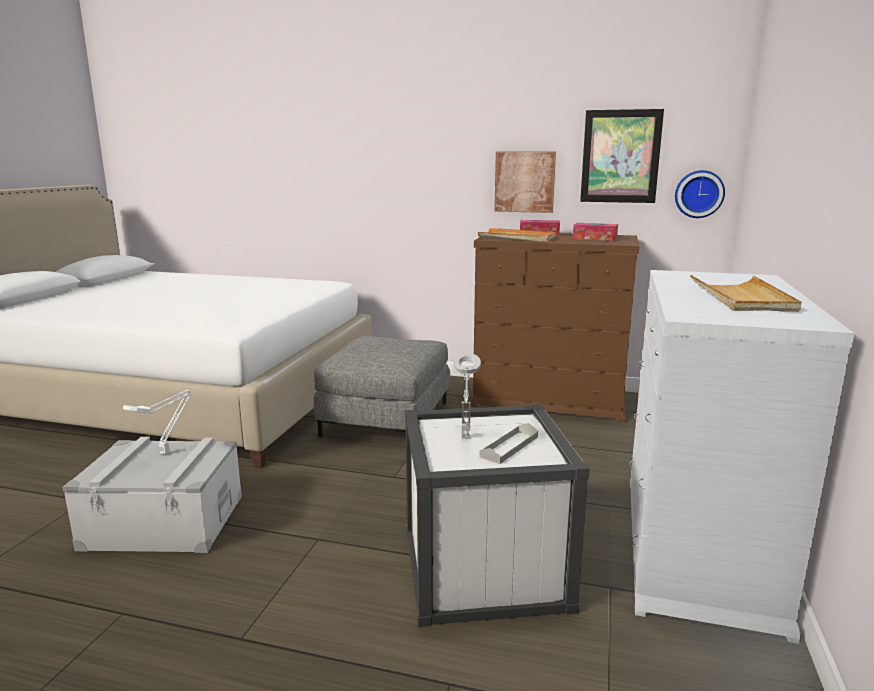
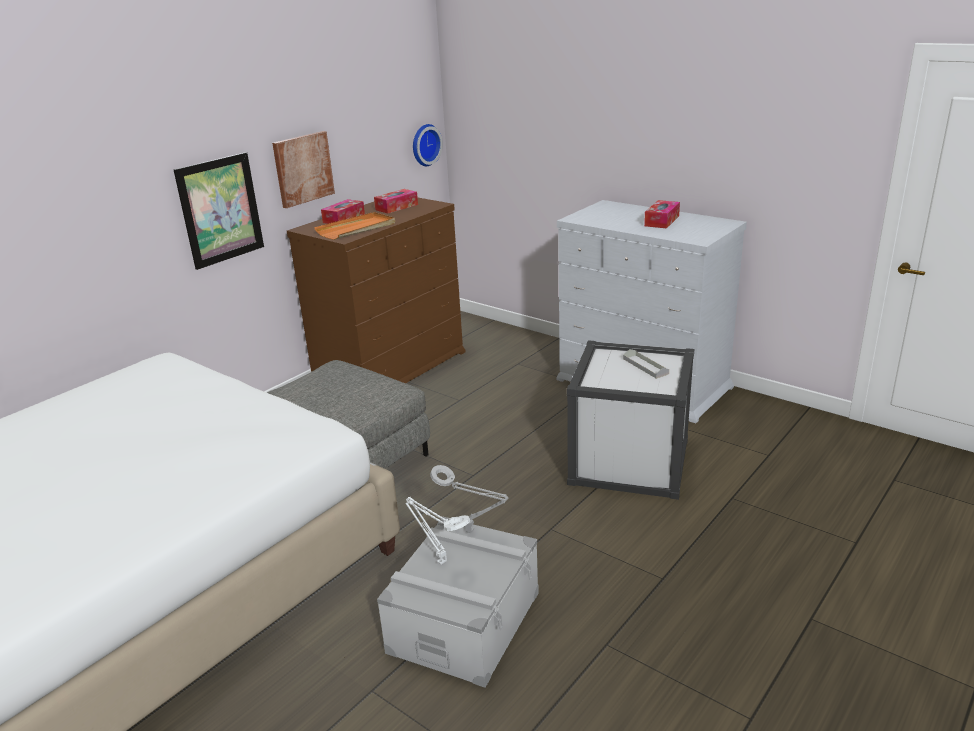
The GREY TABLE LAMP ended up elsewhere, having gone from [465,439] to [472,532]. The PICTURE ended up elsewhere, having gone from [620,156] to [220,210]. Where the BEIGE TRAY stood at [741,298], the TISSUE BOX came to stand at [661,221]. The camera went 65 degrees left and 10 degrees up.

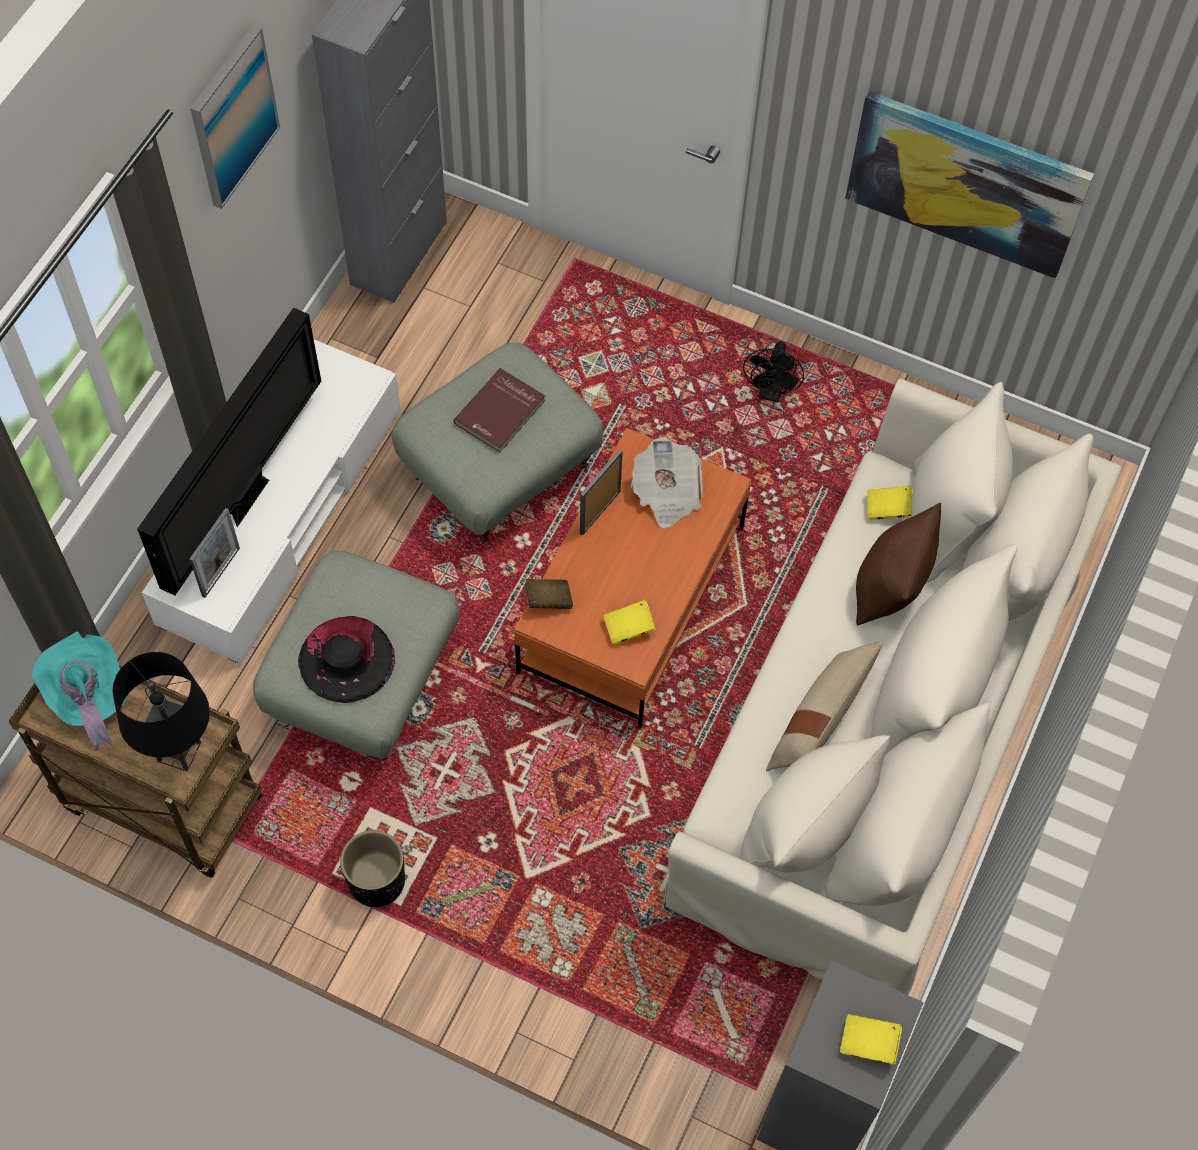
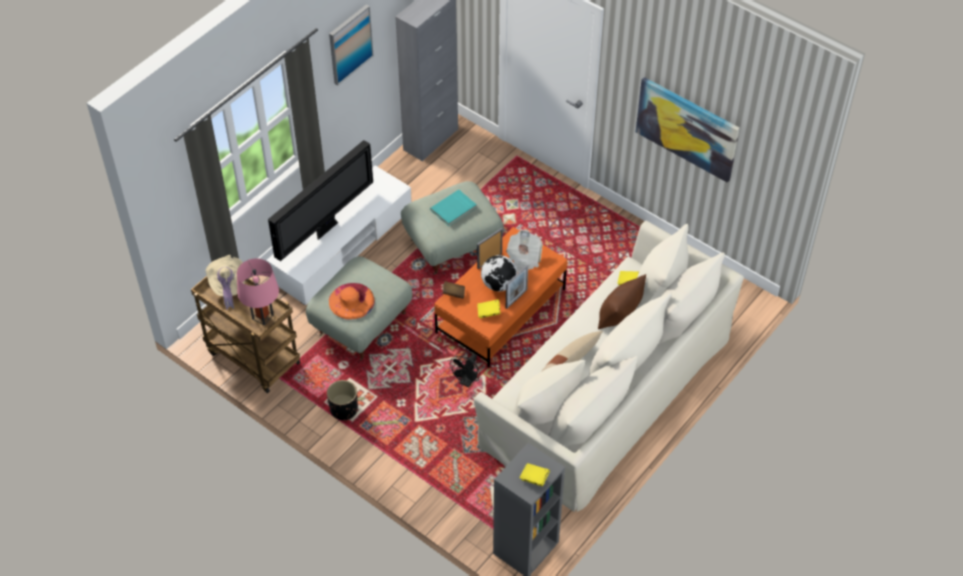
What was the TURQUOISE HAT at [88,698] turned into the BEIGE HAT at [228,288]. What was the BLACK TABLE LAMP at [179,751] turned into the PINK TABLE LAMP at [262,316]. The PICTURE FRAME ended up elsewhere, having gone from [221,572] to [516,299]. What was the BLACK HAT at [346,659] turned into the ORANGE HAT at [351,301]. What was the RED BOOK at [501,413] turned into the TURQUOISE BOOK at [454,209]. The BLACK FAN ended up elsewhere, having gone from [771,392] to [467,381]. The second view gained the GLOBE at [499,284]. The camera went 15 degrees right and 10 degrees down.

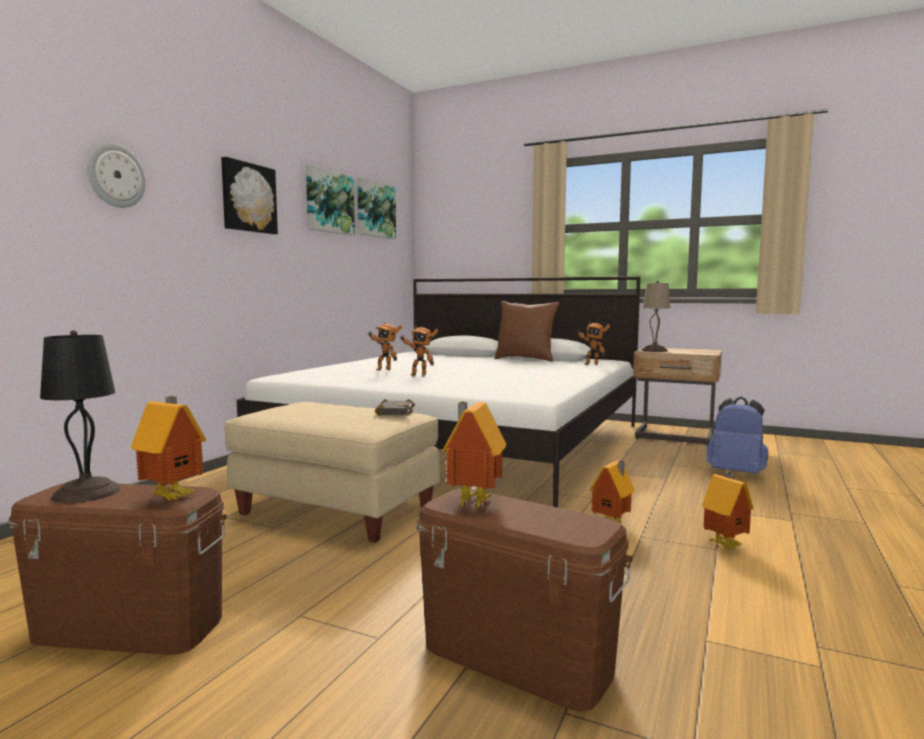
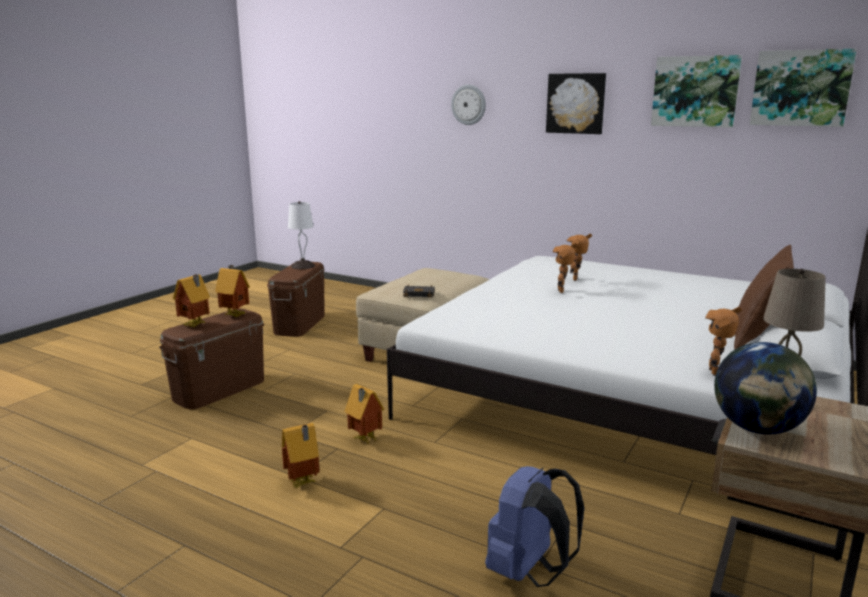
What was the BLACK TABLE LAMP at [86,492] turned into the WHITE TABLE LAMP at [303,266]. The TOY HOUSE ended up elsewhere, having gone from [174,496] to [195,325]. The second view gained the GLOBE at [757,429]. The camera went 95 degrees right and 10 degrees up.

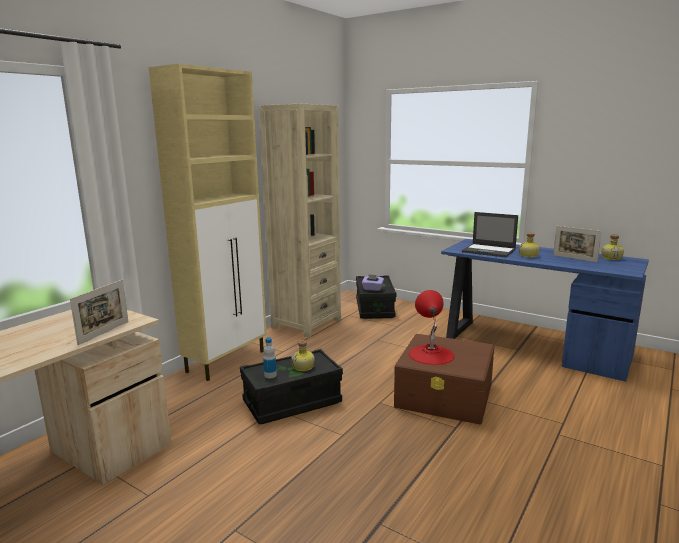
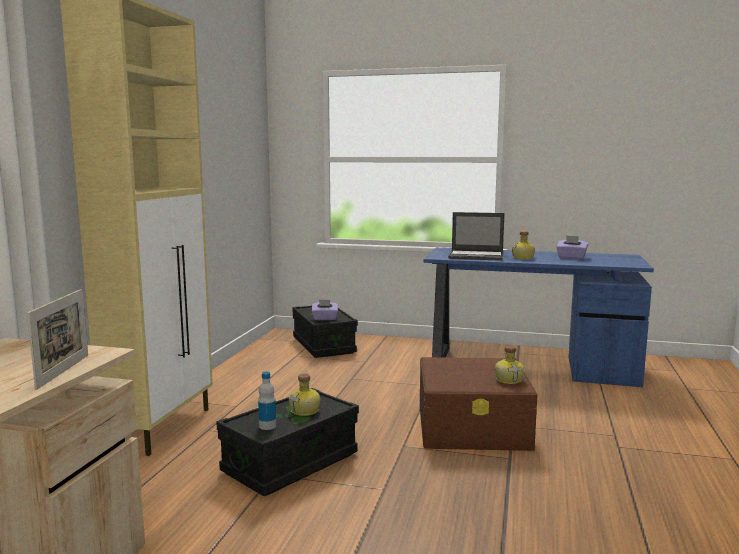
The second view lost the BEIGE BOOKCASE at [306,323]. The second view lost the RED TABLE LAMP at [431,354]. Where the PICTURE FRAME stood at [574,258], the PURPLE TISSUE BOX came to stand at [571,257]. The BOTTLE ended up elsewhere, having gone from [611,258] to [509,380]. The camera went 20 degrees left and 5 degrees down.

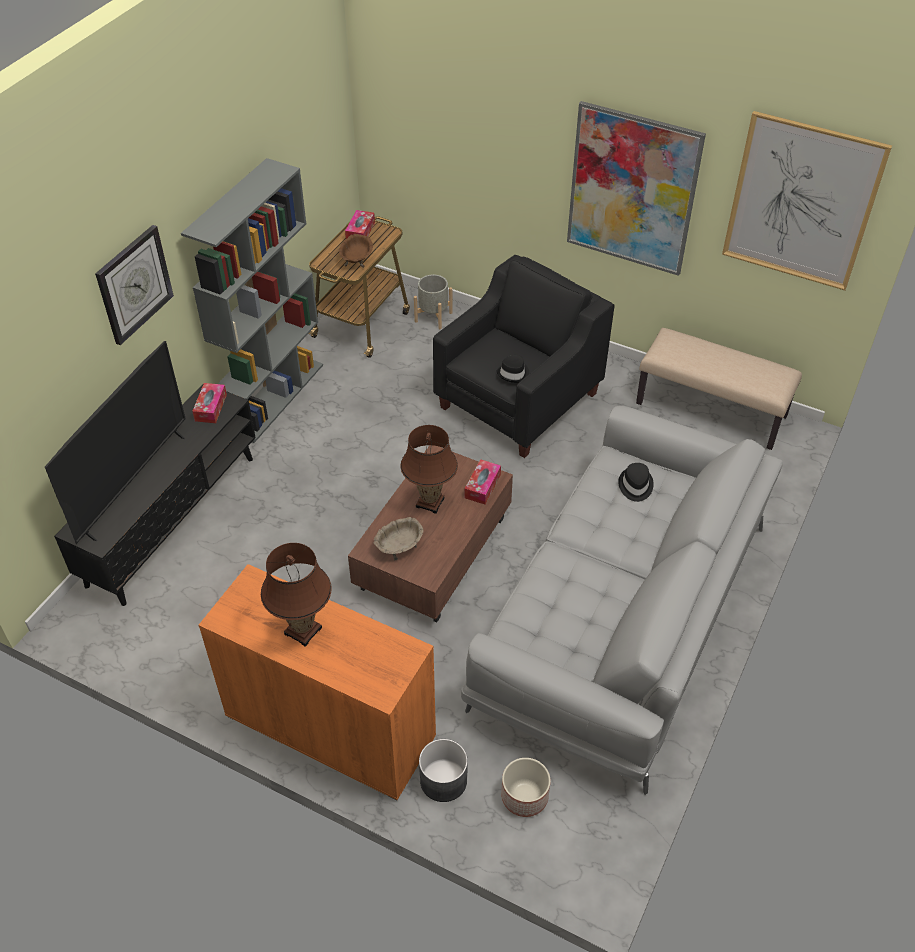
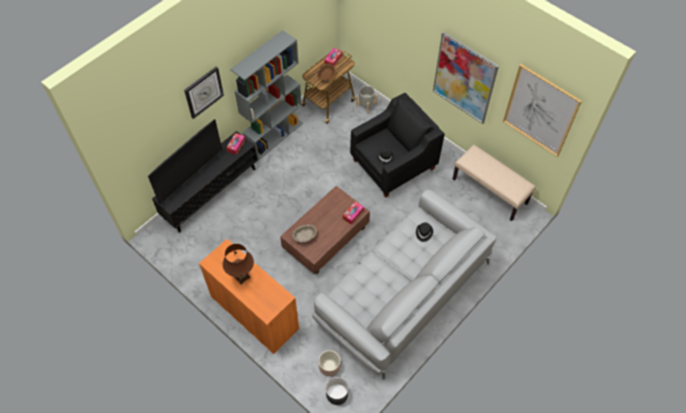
The second view lost the BROWN TABLE LAMP at [430,502]. The GREY PLANTER ended up elsewhere, having gone from [443,780] to [337,394]. The camera went 15 degrees right and 10 degrees up.

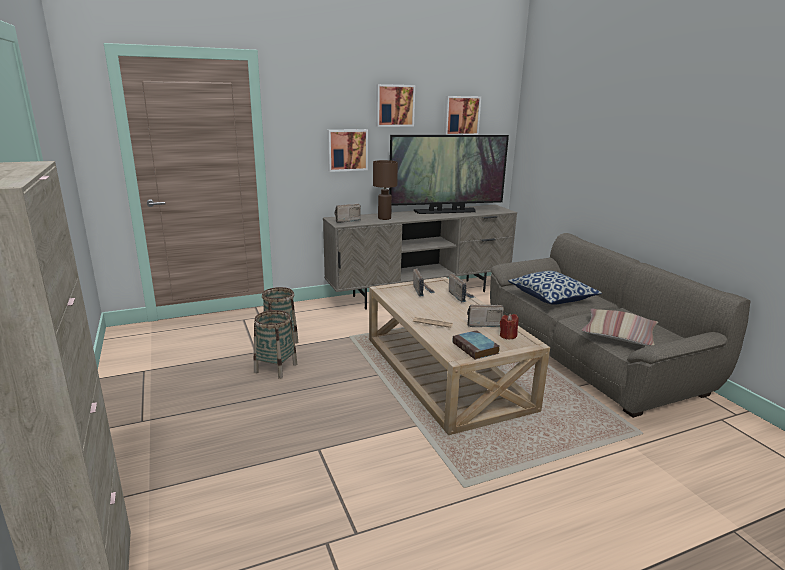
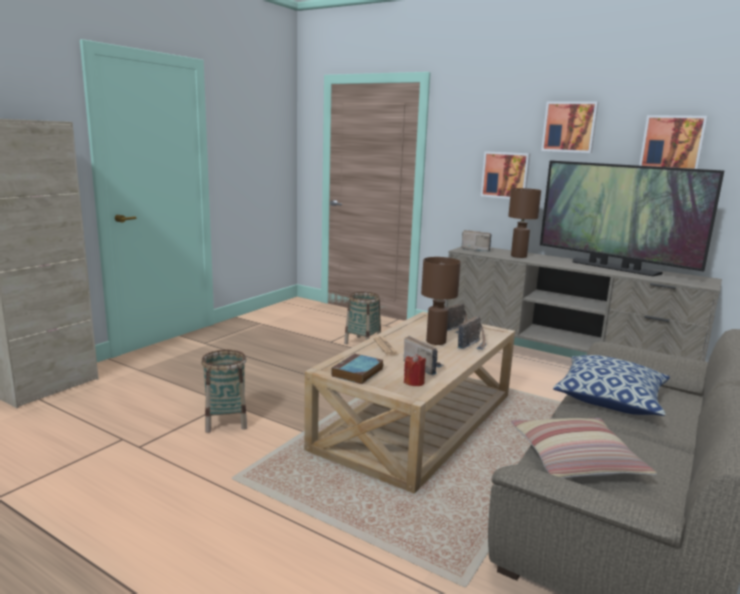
The BASKET ended up elsewhere, having gone from [276,368] to [226,421]. The second view gained the BROWN TABLE LAMP at [436,341]. The camera went 55 degrees right and 5 degrees down.

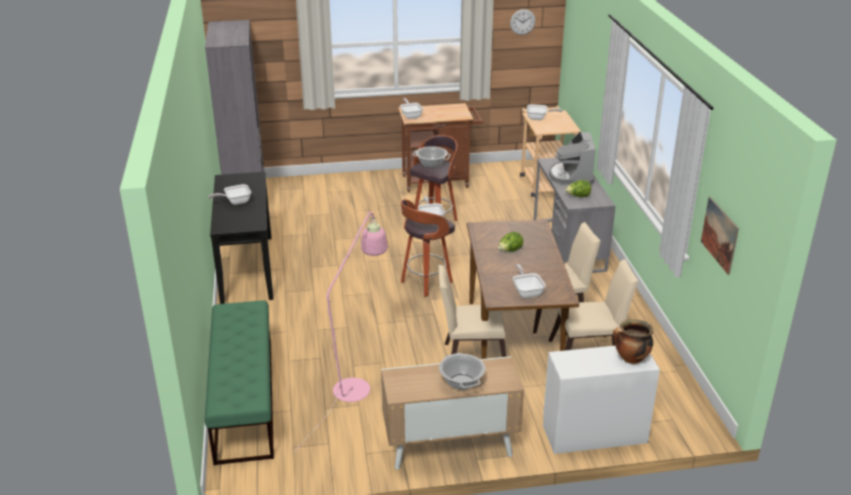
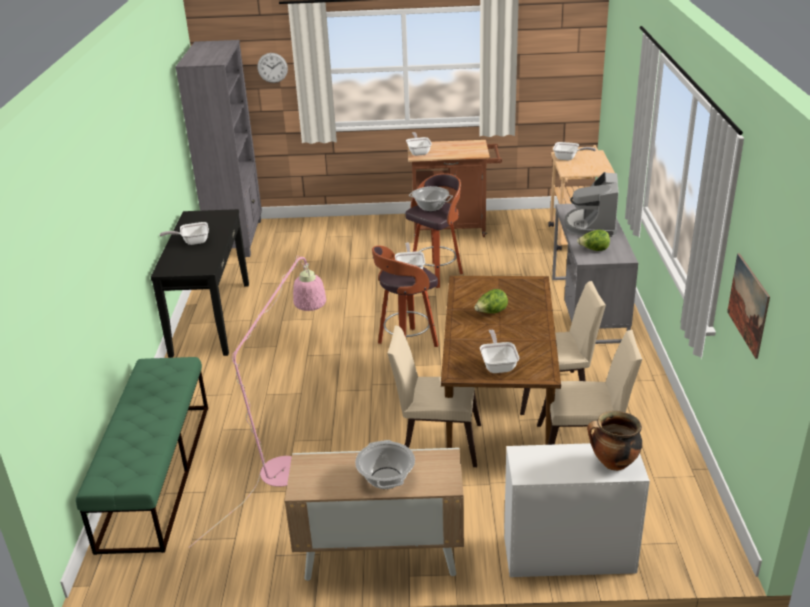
The WALL CLOCK ended up elsewhere, having gone from [522,22] to [272,67]. The camera went 10 degrees right and 0 degrees up.

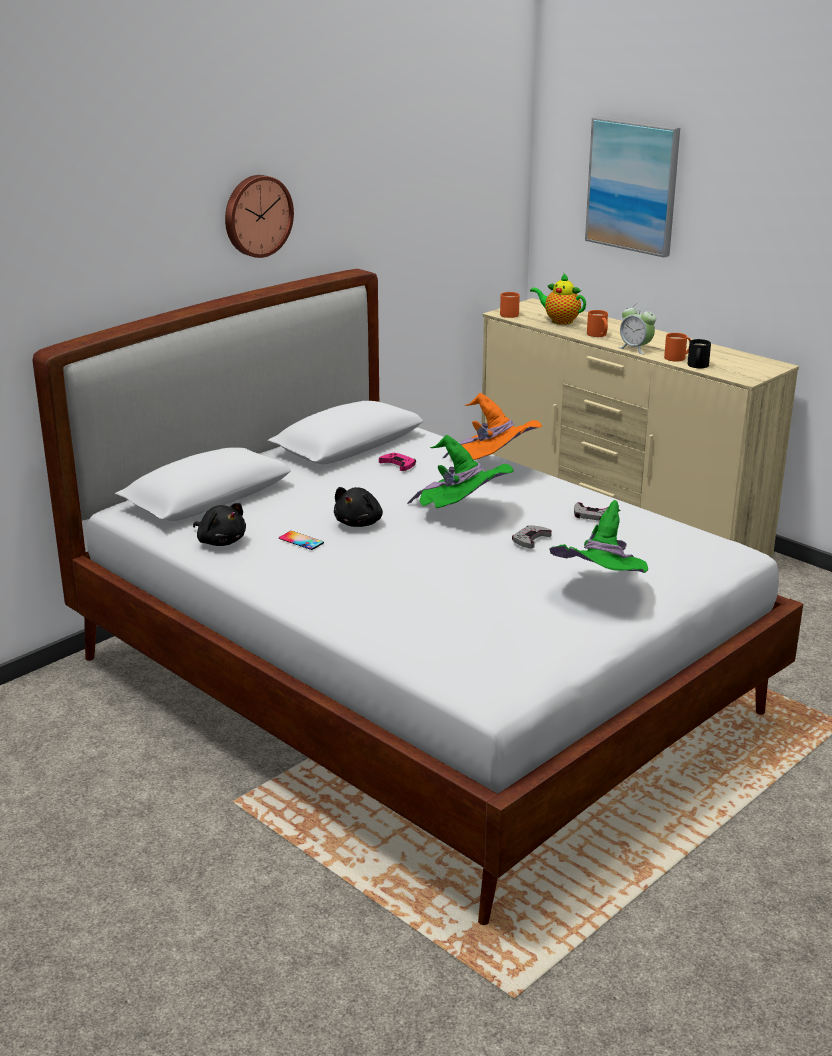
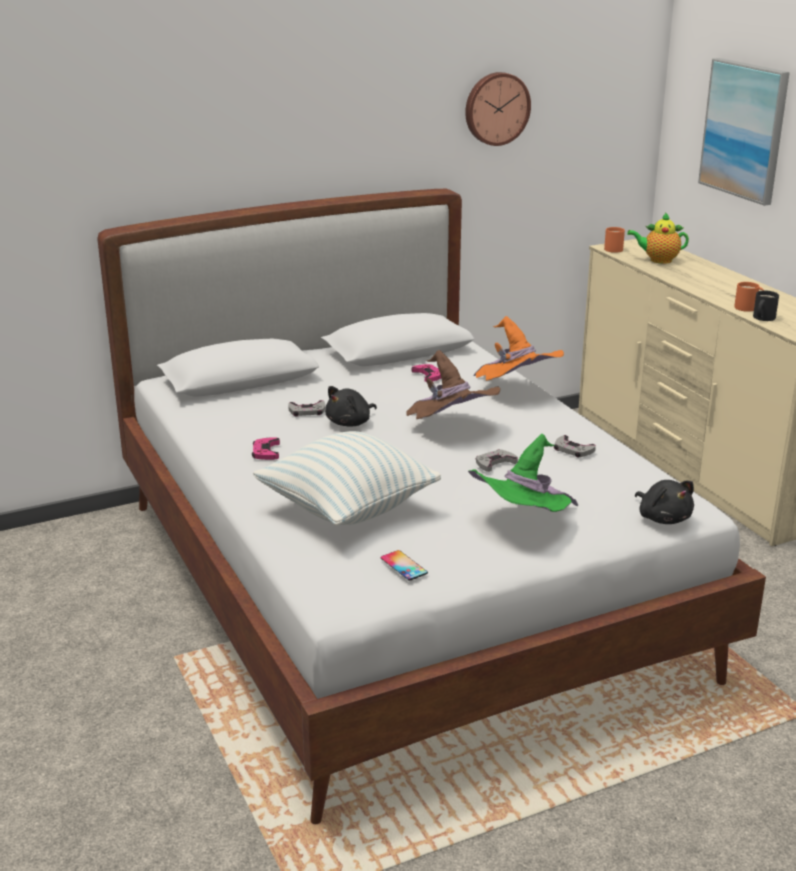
The BLACK PLUSH TOY ended up elsewhere, having gone from [220,541] to [663,518]. The WALL CLOCK ended up elsewhere, having gone from [256,215] to [496,108]. The PHONE ended up elsewhere, having gone from [301,541] to [404,565]. What was the GREEN HAT at [462,514] turned into the BROWN HAT at [450,429]. The TEAPOT at [559,321] ended up facing another way, 45 degrees counterclockwise from before. The second view lost the ORANGE MUG at [597,334]. The second view lost the ALARM CLOCK at [635,349]. The second view gained the PINK GAME CONTROLLER at [266,452]. The second view gained the PILLOW at [347,509]. The second view gained the GREY GAME CONTROLLER at [307,411]. The camera went 20 degrees right and 0 degrees up.

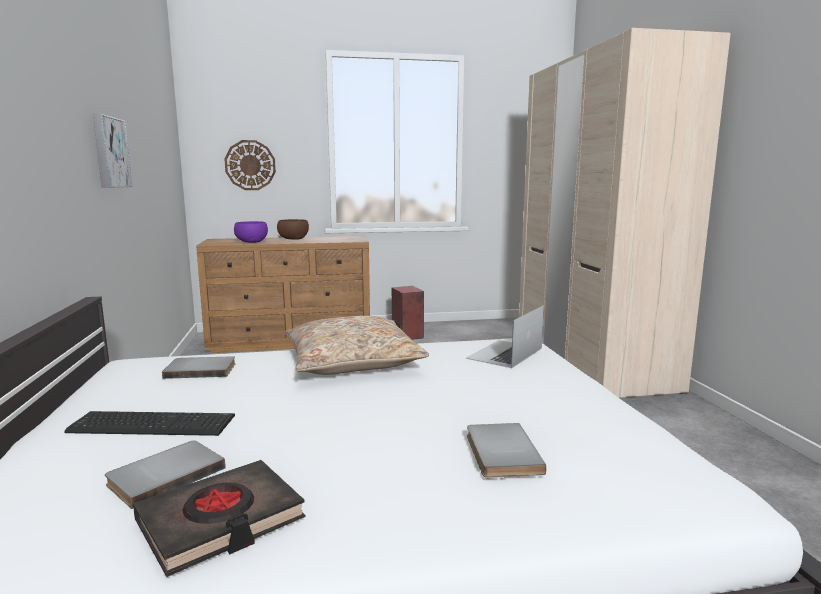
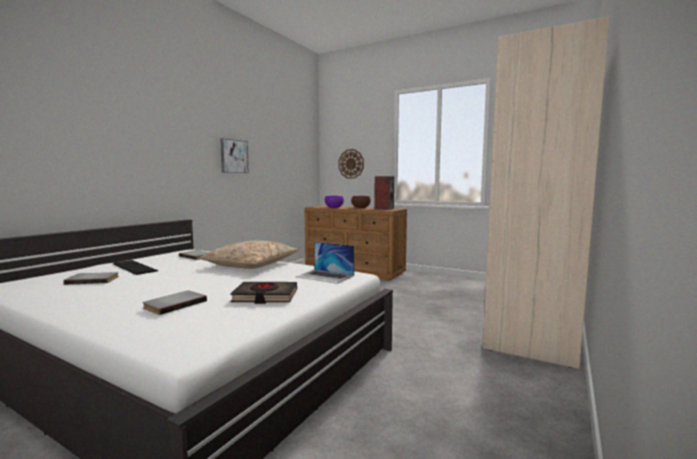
The BLACK BOOK ended up elsewhere, having gone from [221,522] to [265,296]. The SPEAKER ended up elsewhere, having gone from [406,335] to [384,208]. The LAPTOP at [504,353] ended up facing another way, 135 degrees counterclockwise from before. The camera went 40 degrees right and 5 degrees down.

